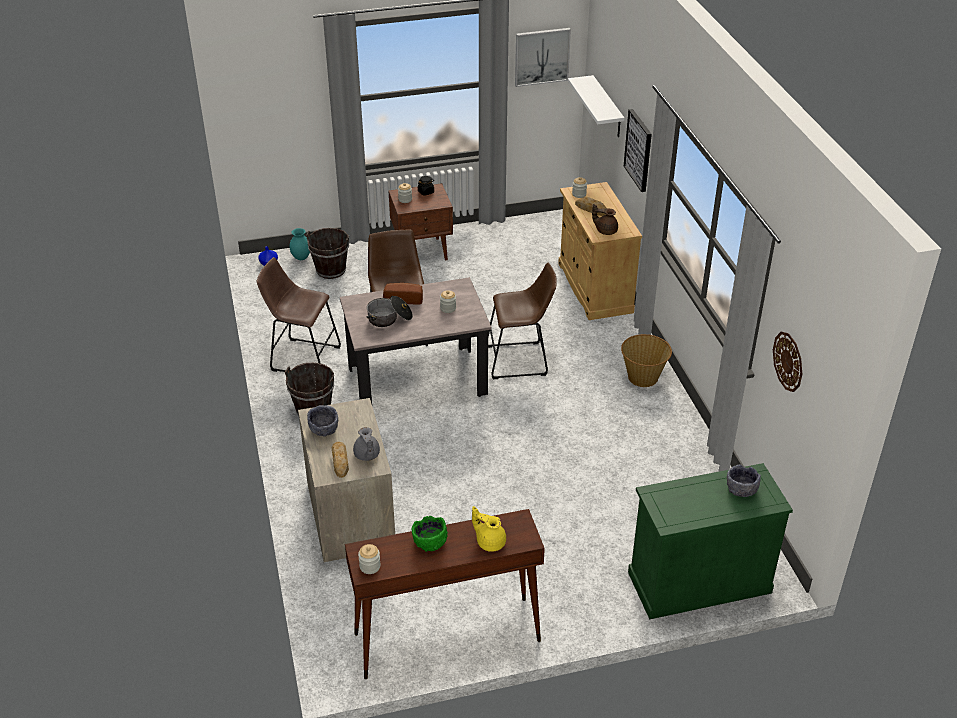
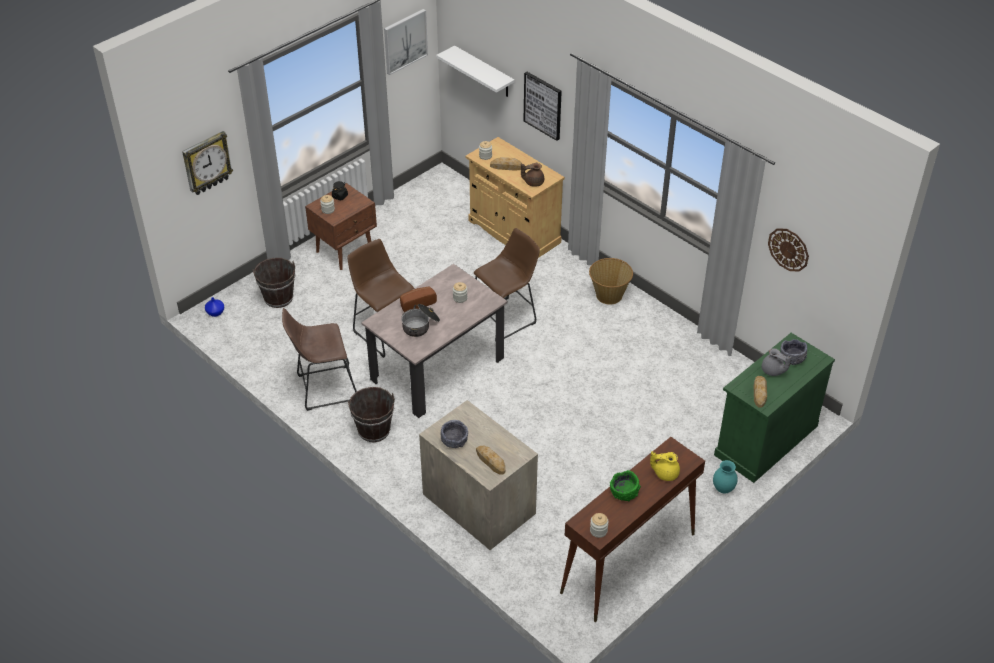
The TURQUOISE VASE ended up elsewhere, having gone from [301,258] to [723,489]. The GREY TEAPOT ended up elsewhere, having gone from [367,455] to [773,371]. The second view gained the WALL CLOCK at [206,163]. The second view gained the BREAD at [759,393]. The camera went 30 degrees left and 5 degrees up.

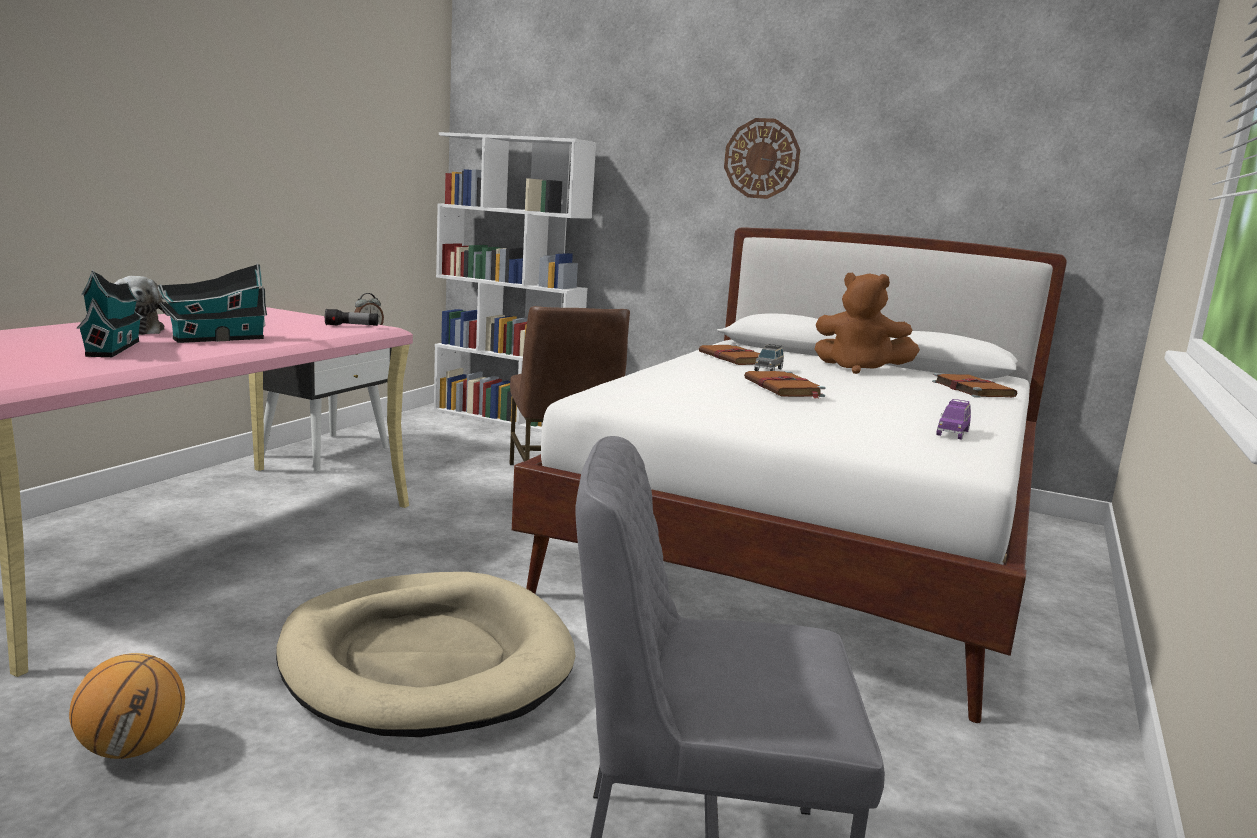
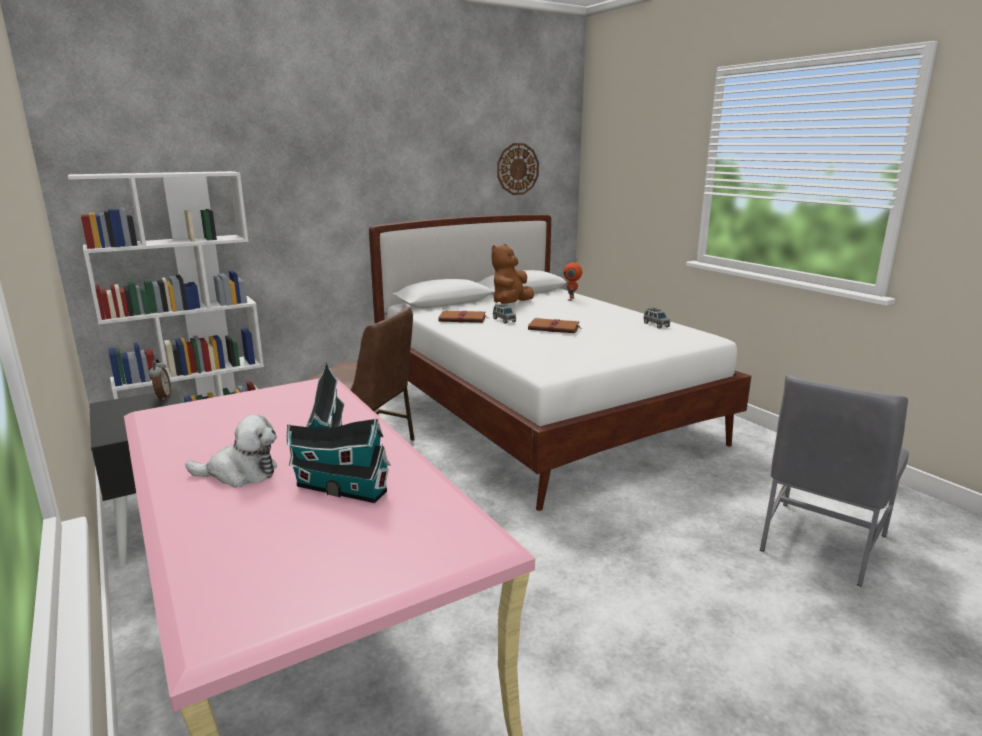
The second view lost the BASKETBALL at [132,749]. The second view lost the BEIGE DOG BED at [426,660]. The second view lost the FLASHLIGHT at [351,326]. The WALL CLOCK ended up elsewhere, having gone from [761,158] to [517,169]. The BROWN PLUSH TOY at [859,369] ended up facing another way, 150 degrees clockwise from before. Where the BROWN BOOK stood at [971,389], the TOY ROBOT came to stand at [571,299]. What was the PURPLE TOY CAR at [952,433] turned into the GREY TOY CAR at [656,325]. The camera went 55 degrees left and 5 degrees up.

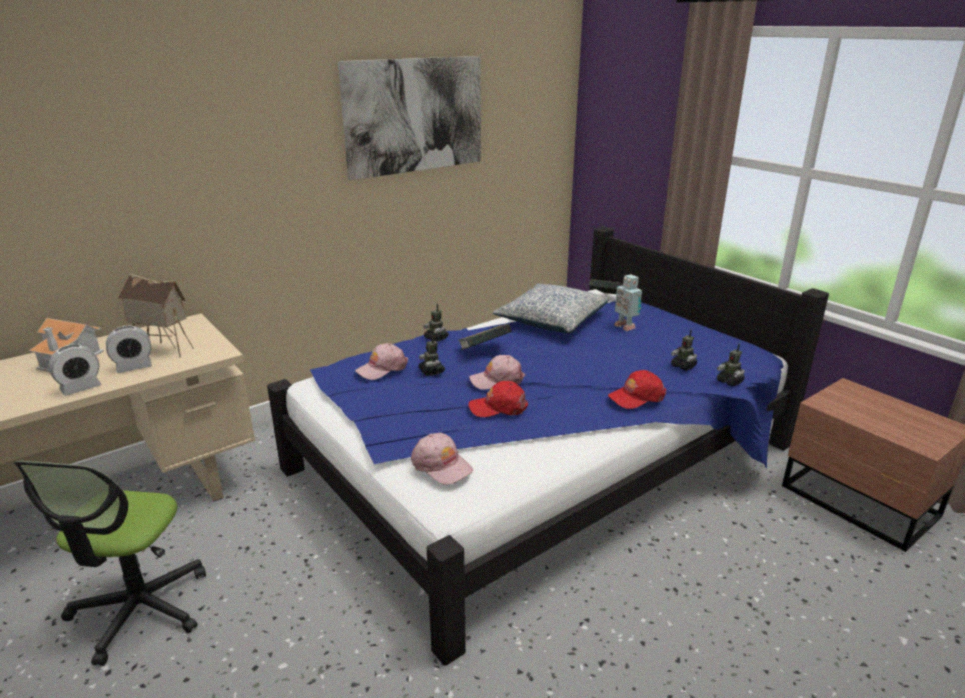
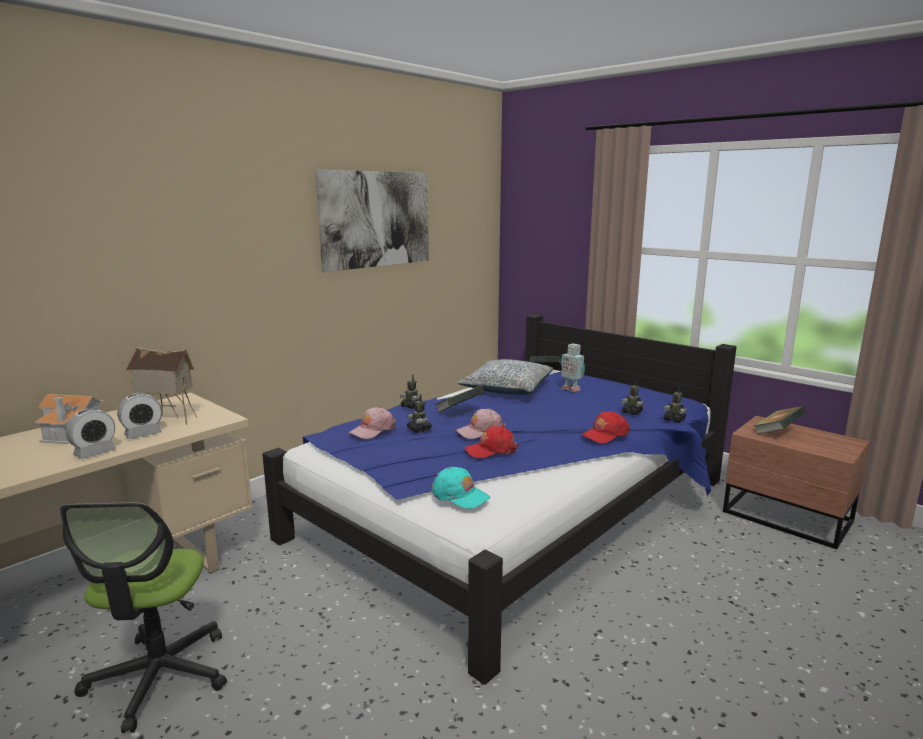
What was the PINK CAP at [441,465] turned into the TURQUOISE CAP at [459,495]. The second view gained the BOOK at [777,433]. The camera went 10 degrees left and 10 degrees down.

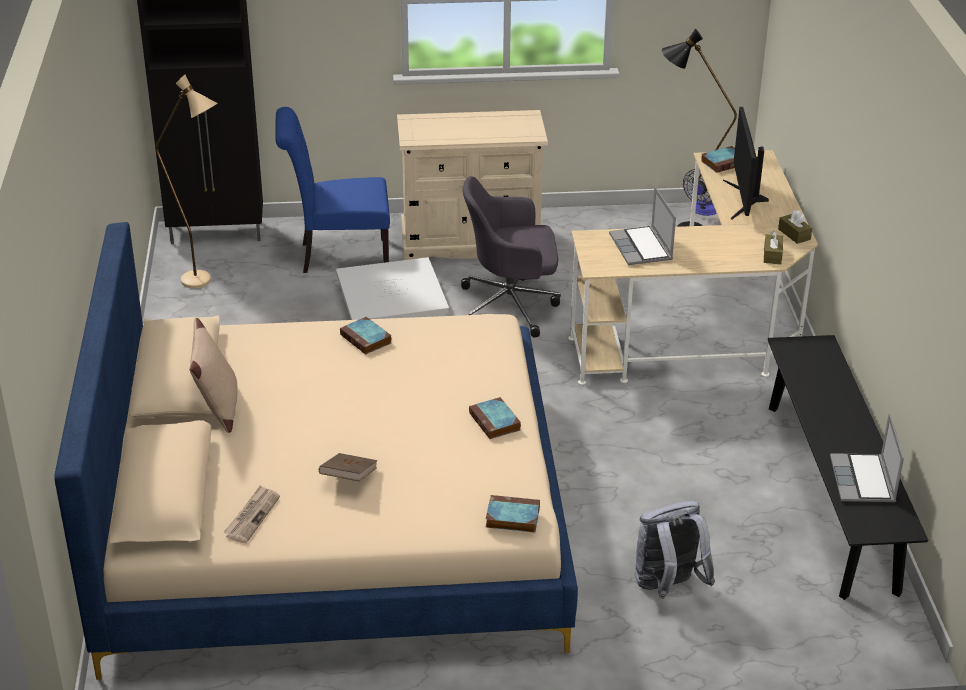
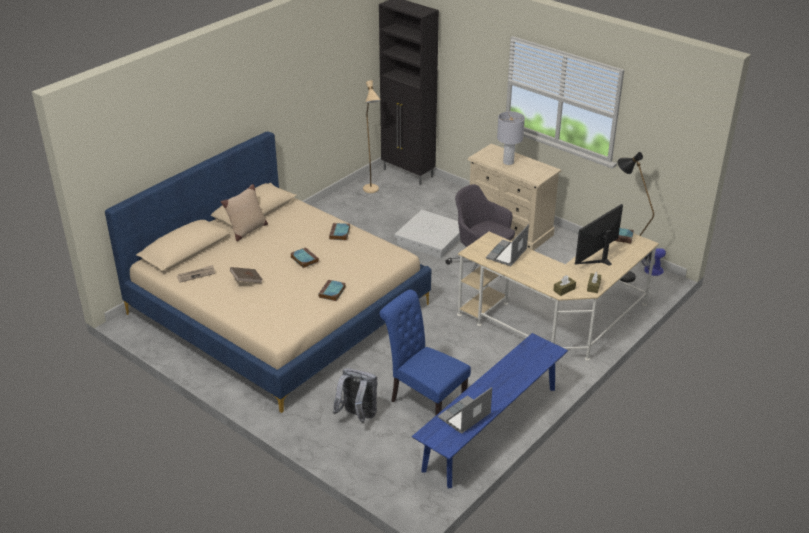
The BLUE CHAIR ended up elsewhere, having gone from [338,256] to [423,401]. The BOOK ended up elsewhere, having gone from [511,517] to [304,259]. What was the BLACK BENCH at [830,494] turned into the BLUE BENCH at [491,428]. The second view gained the GREY TABLE LAMP at [508,162]. The camera went 45 degrees right and 0 degrees up.

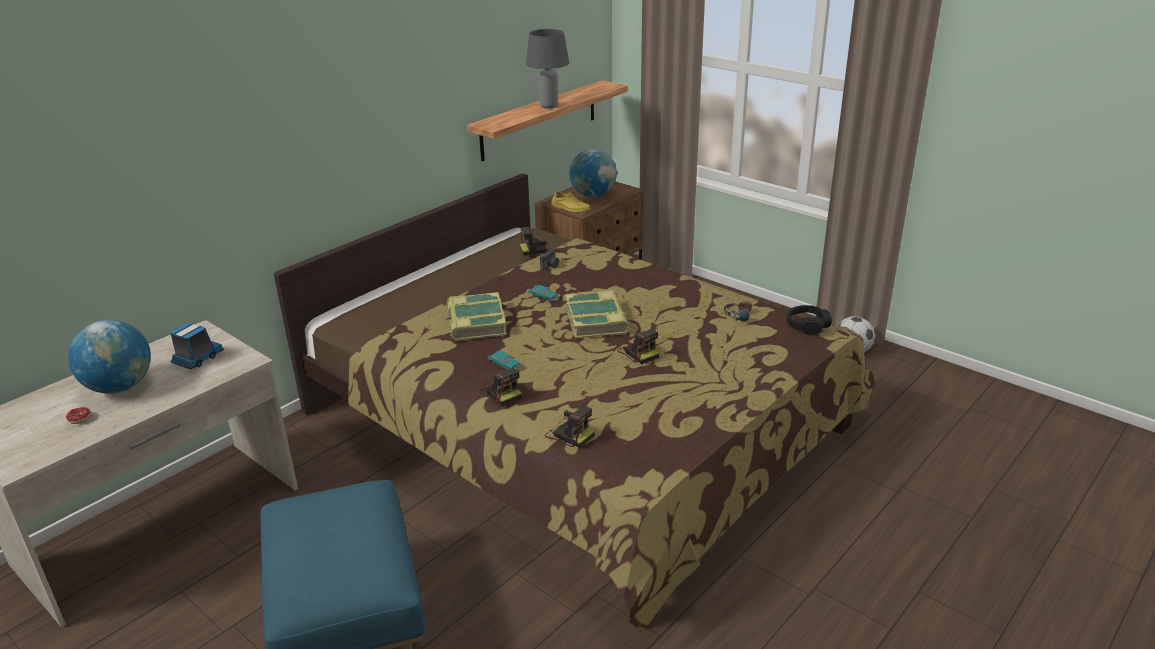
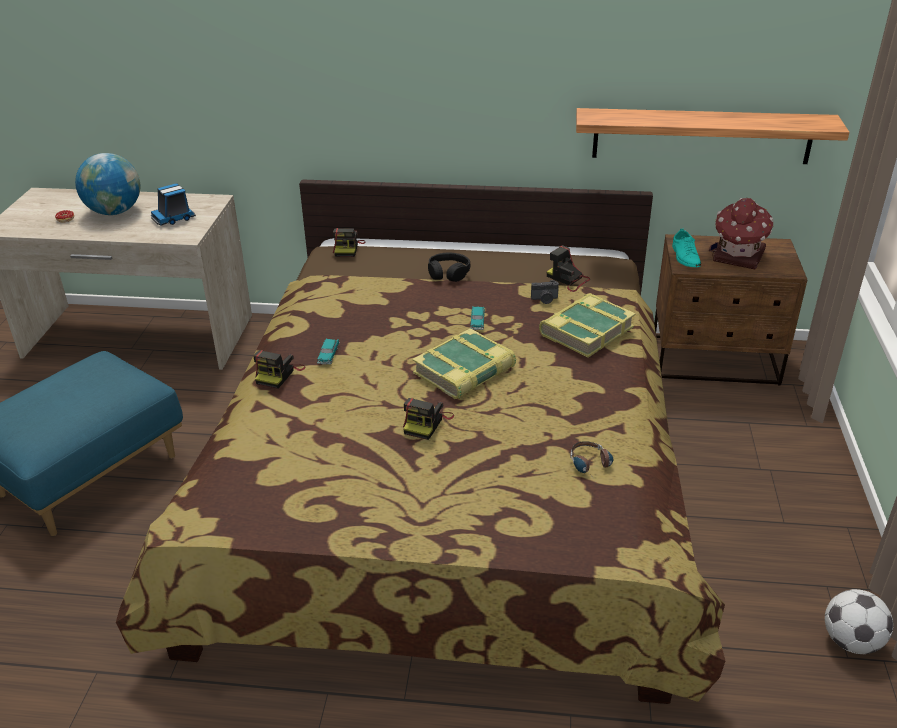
The TOY TRUCK at [197,358] ended up facing another way, 150 degrees clockwise from before. The BOOK ended up elsewhere, having gone from [475,323] to [585,331]. The second view lost the GREY TABLE LAMP at [549,106]. The PHOTO CAMERA ended up elsewhere, having gone from [569,434] to [348,248]. What was the YELLOW SHOE at [570,208] turned into the TURQUOISE SHOE at [685,257]. Where the GLOBE stood at [593,195], the TOY HOUSE came to stand at [738,256]. The BLACK HEADPHONES ended up elsewhere, having gone from [807,325] to [448,273]. The camera went 55 degrees right and 5 degrees up.

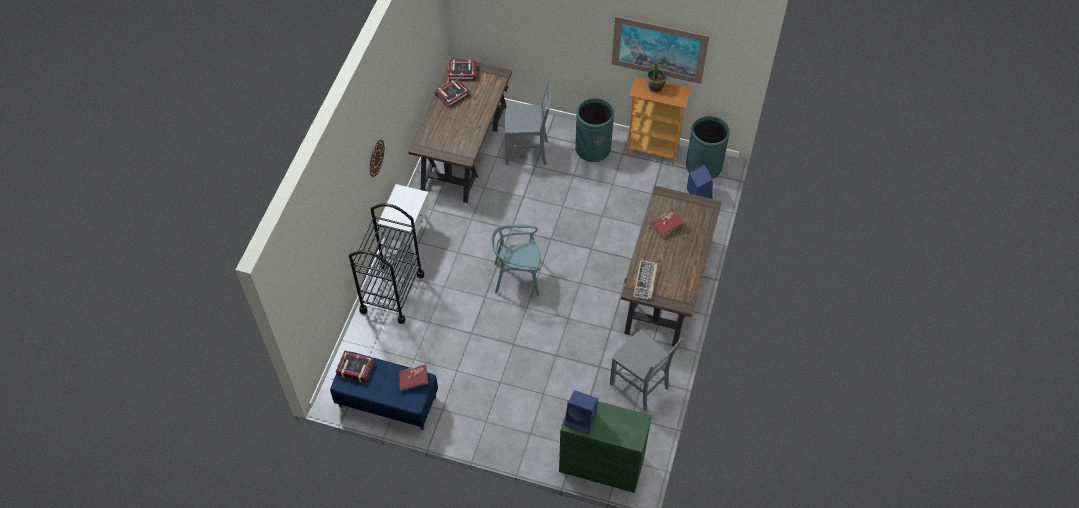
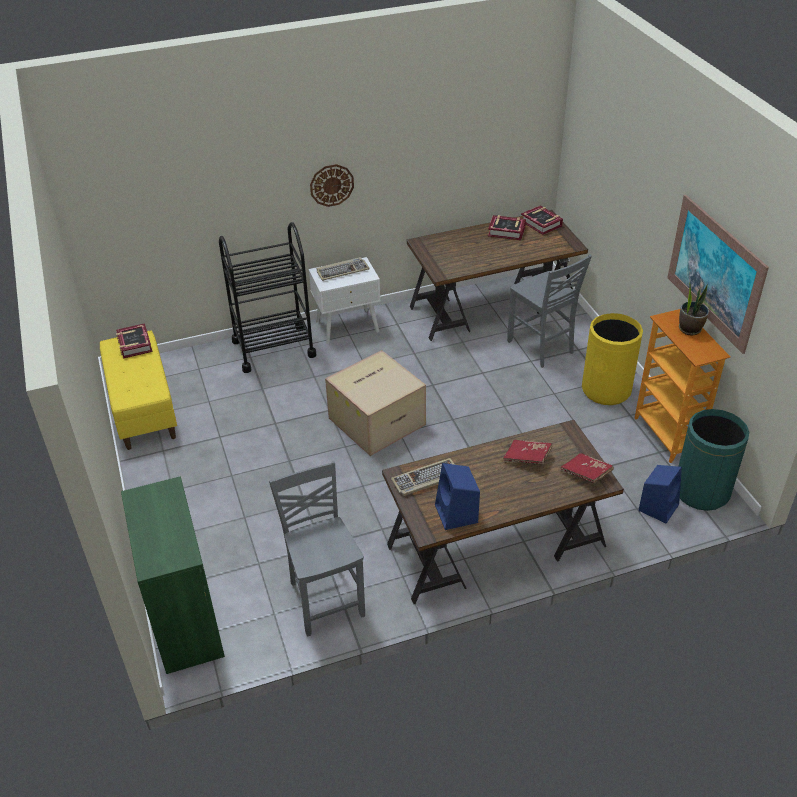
What was the BLUE BENCH at [387,402] turned into the YELLOW BENCH at [143,408]. The RED BOOK ended up elsewhere, having gone from [414,380] to [586,474]. Where the TURQUOISE CHAIR stood at [517,277], the CARDBOARD BOX came to stand at [377,420]. The BLUE SPEAKER ended up elsewhere, having gone from [581,419] to [457,514]. What was the GREEN TRASH CAN at [593,148] turned into the YELLOW TRASH CAN at [606,390]. The GREY CHAIR at [640,386] ended up facing another way, 150 degrees clockwise from before. The second view gained the KEYBOARD at [342,270]. The camera went 55 degrees right and 15 degrees down.

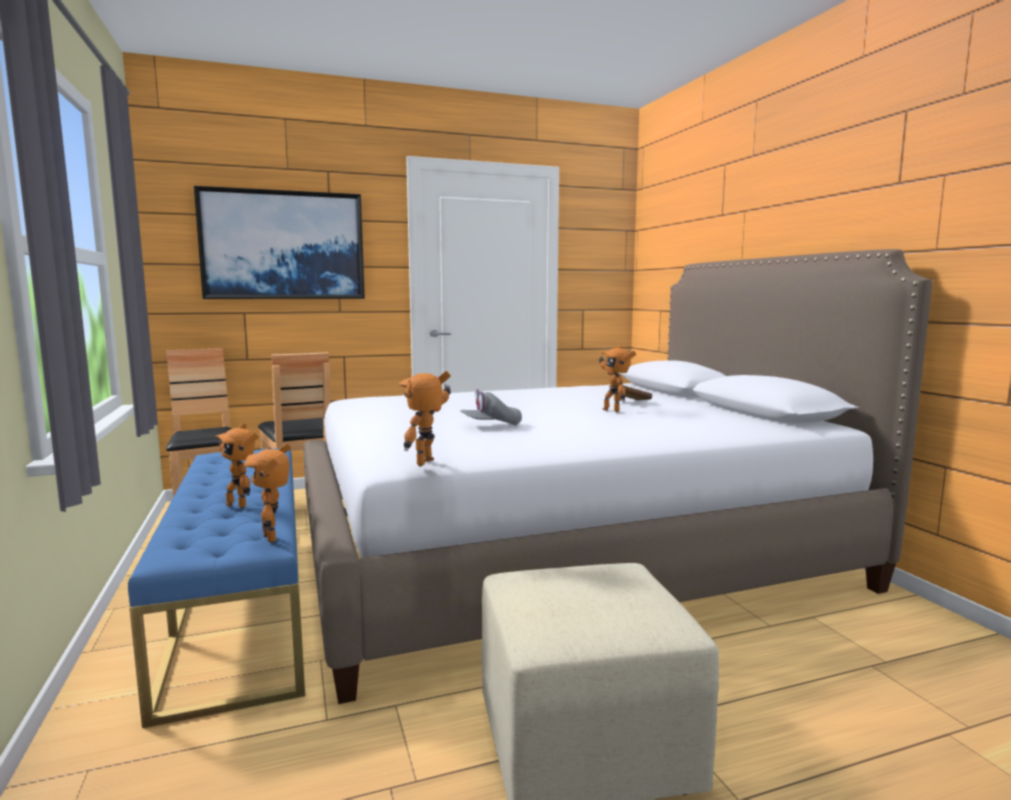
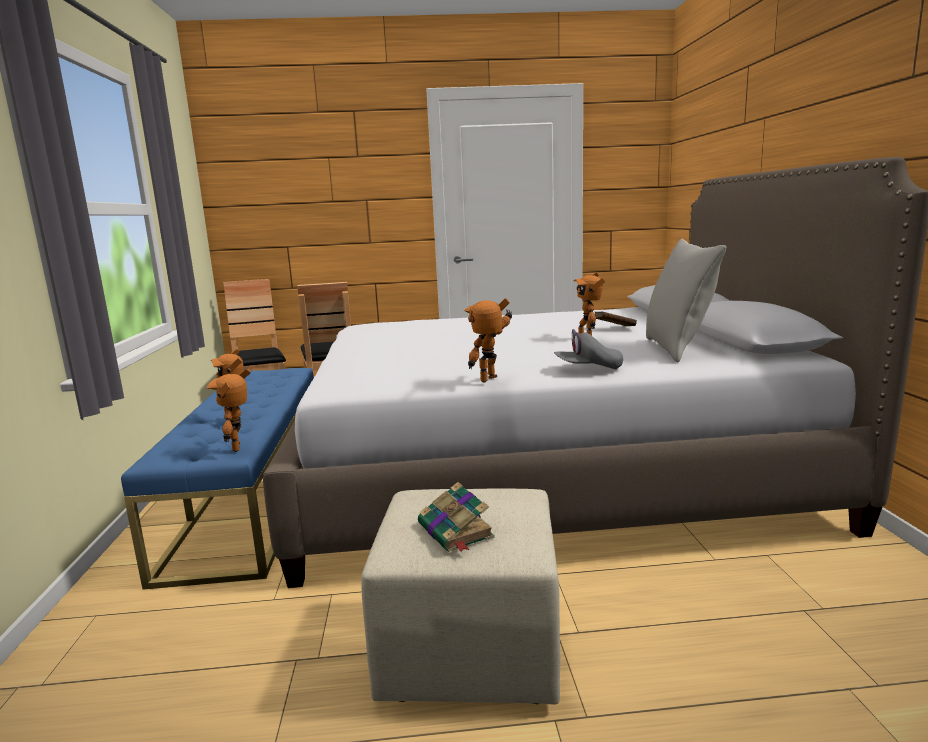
The second view lost the PICTURE at [283,245]. The TOY ROBOT ended up elsewhere, having gone from [429,463] to [492,380]. The GREY CAP ended up elsewhere, having gone from [491,425] to [588,369]. The second view gained the BOOK at [456,531]. The second view gained the GREY PILLOW at [677,349]. The camera went 15 degrees right and 5 degrees up.

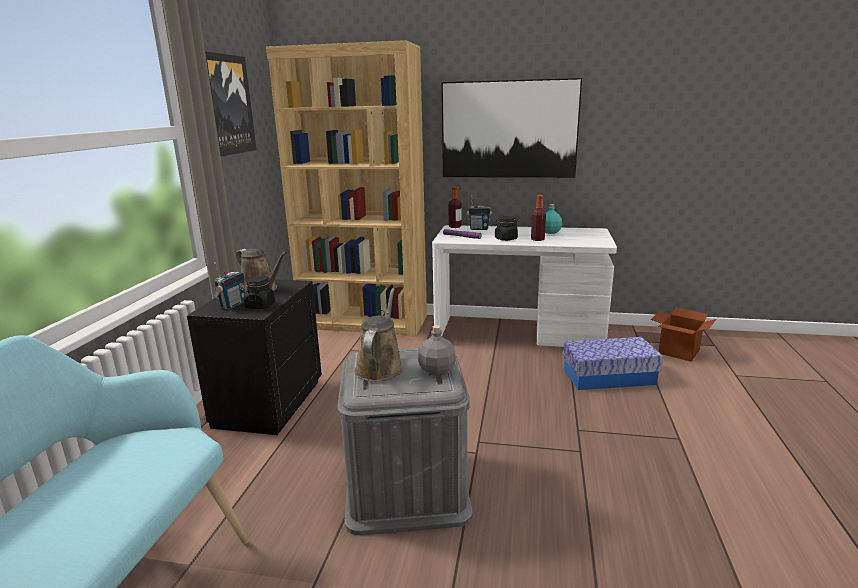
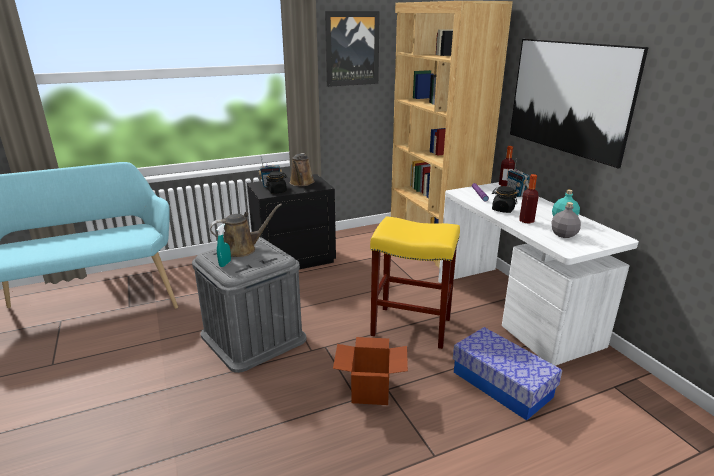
The GREY BOTTLE ended up elsewhere, having gone from [437,370] to [564,235]. The CARDBOARD BOX ended up elsewhere, having gone from [679,352] to [370,391]. The second view gained the TURQUOISE SPRAY BOTTLE at [225,264]. The second view gained the YELLOW STOOL at [410,327]. The camera went 55 degrees right and 5 degrees up.

